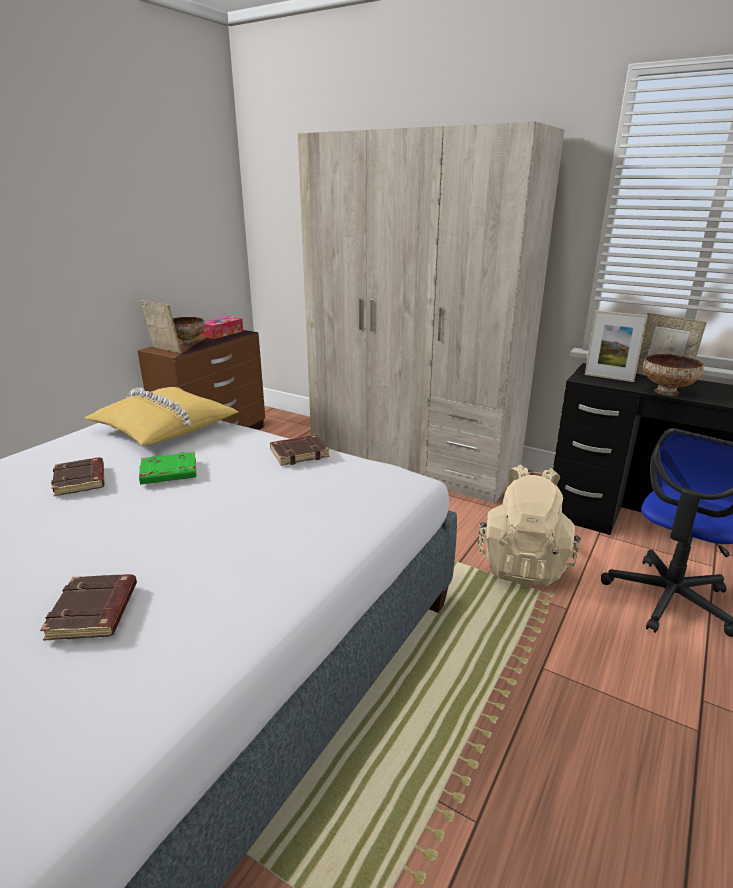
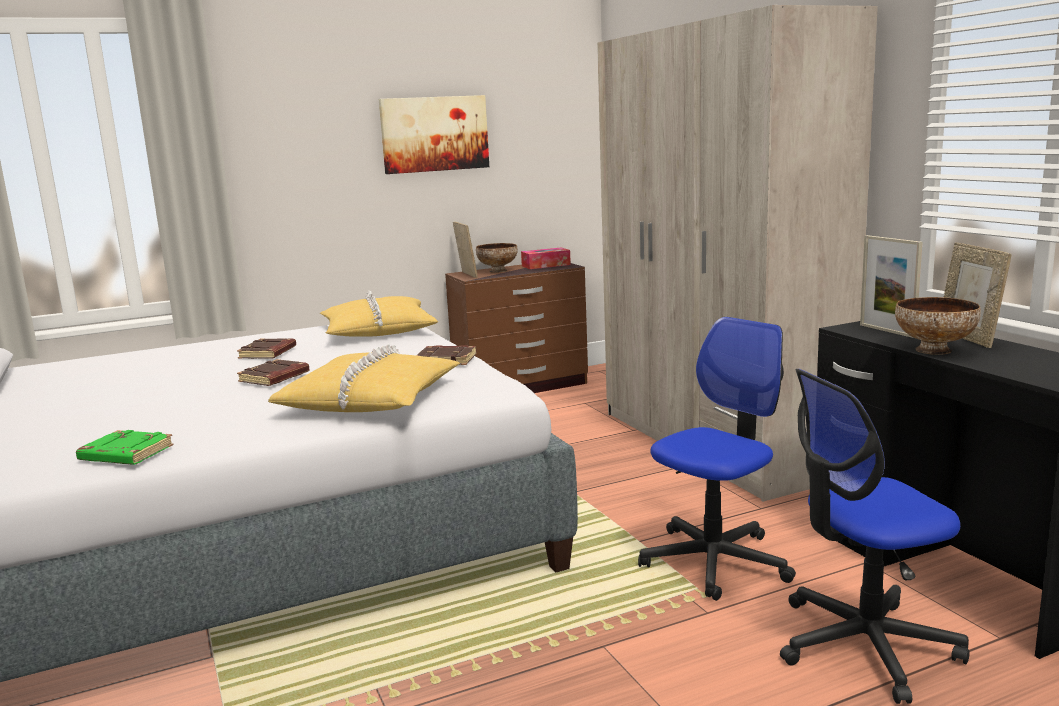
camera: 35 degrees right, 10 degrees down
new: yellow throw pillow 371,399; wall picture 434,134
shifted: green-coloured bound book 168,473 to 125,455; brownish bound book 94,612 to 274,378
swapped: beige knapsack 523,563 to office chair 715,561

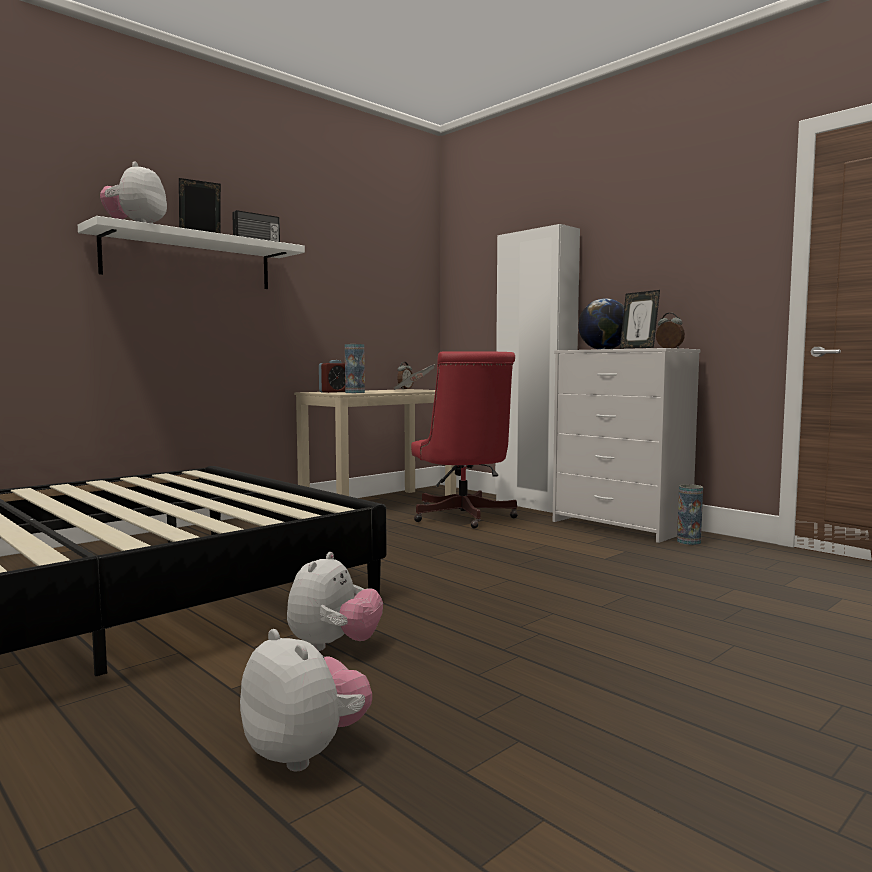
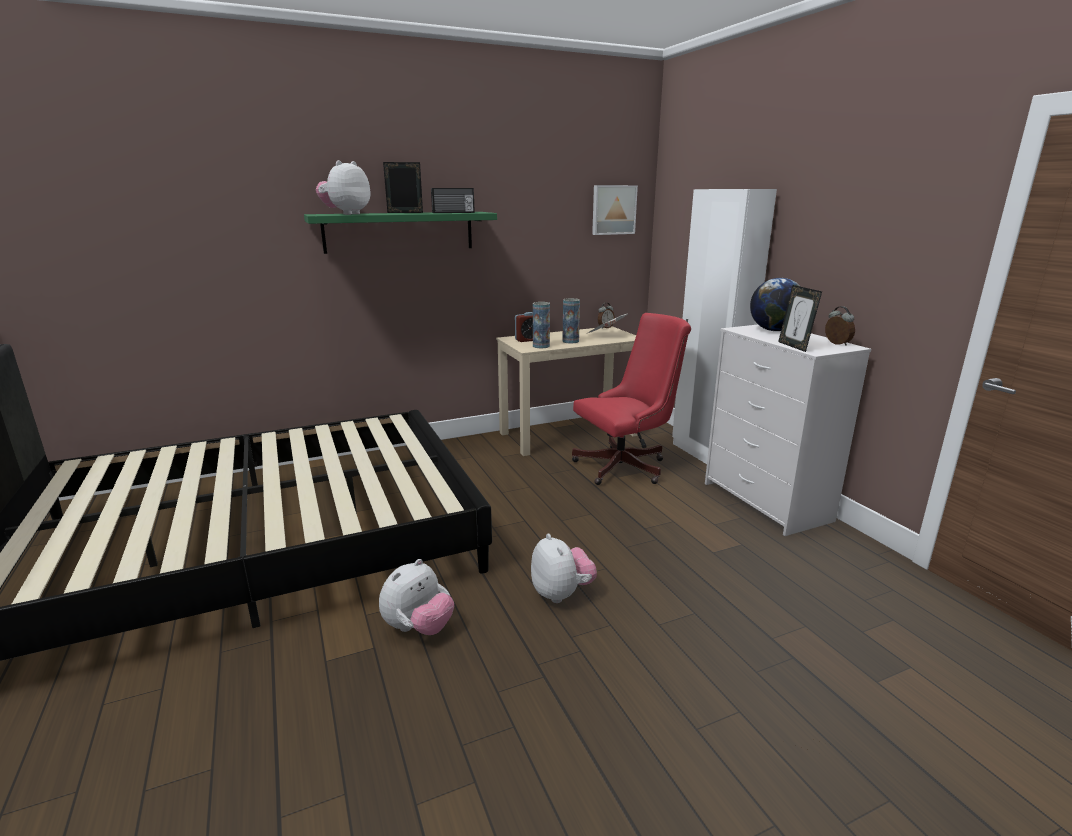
camera: 20 degrees right, 15 degrees up
new: wall picture 613,210
shifted: plush toy 305,752 to 561,593; flower vase 688,542 to 570,341
repainted: whitish bracket shelf 189,260 to green-coloured bracket shelf 399,232
rotated: red-coloured office chair 463,518 = 626,466 120 degrees counterclockwise

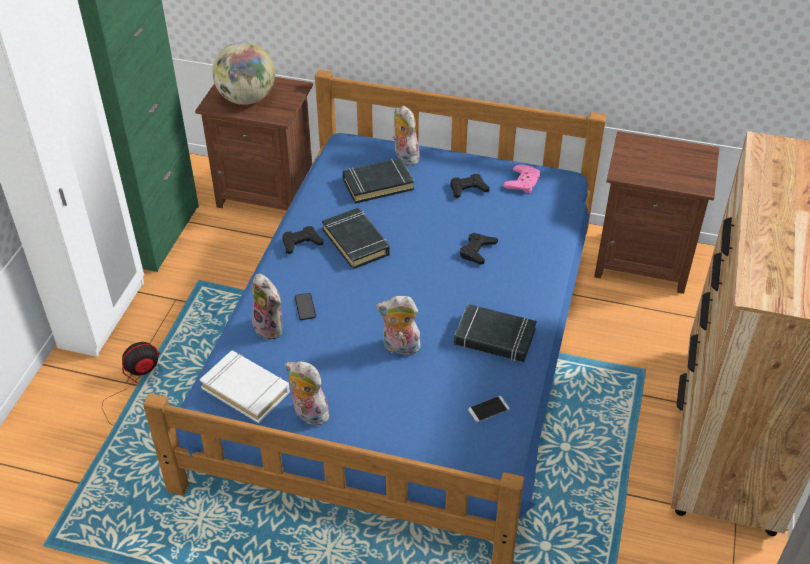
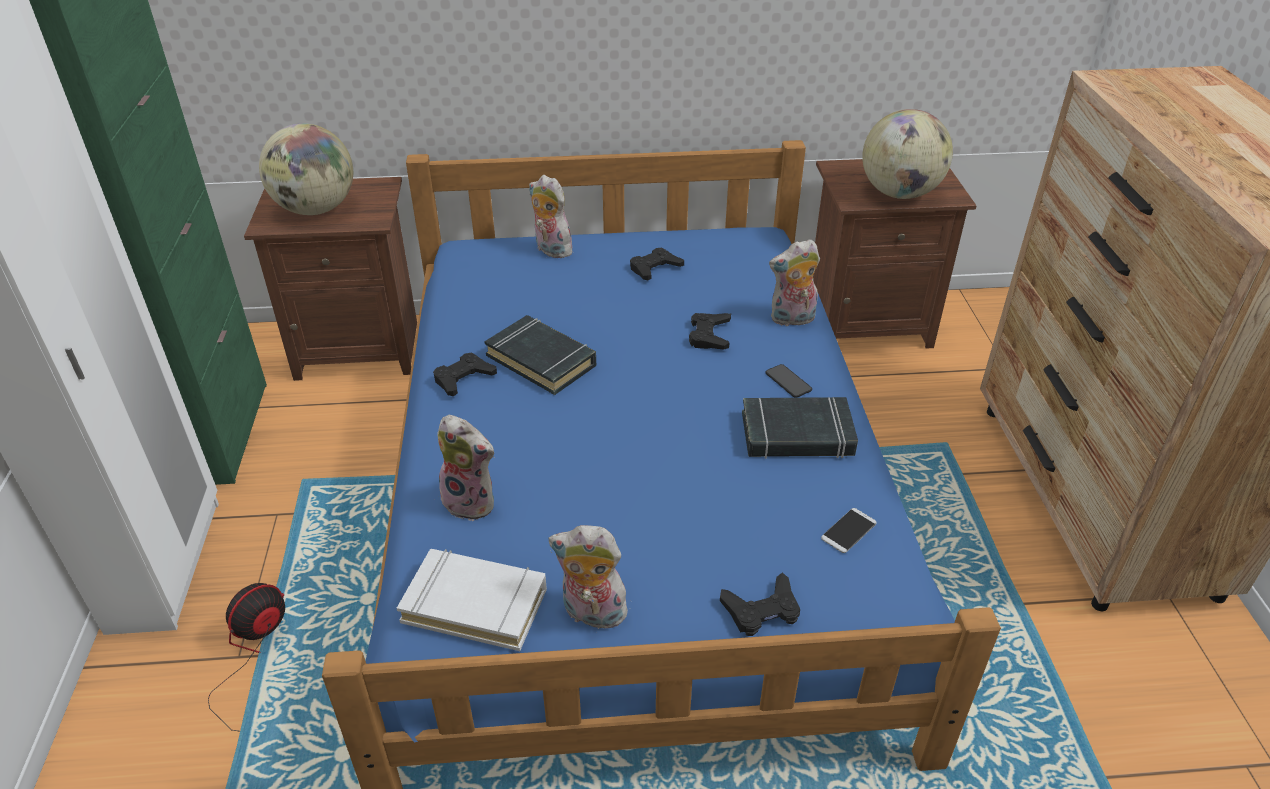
camera: 20 degrees left, 5 degrees down
gone: blackish bound book 378,184; pinkish game controller 524,182
new: blackish game controller 762,610; world globe 900,193
shifted: telephone 305,307 to 788,382; plush toy 400,348 to 792,320

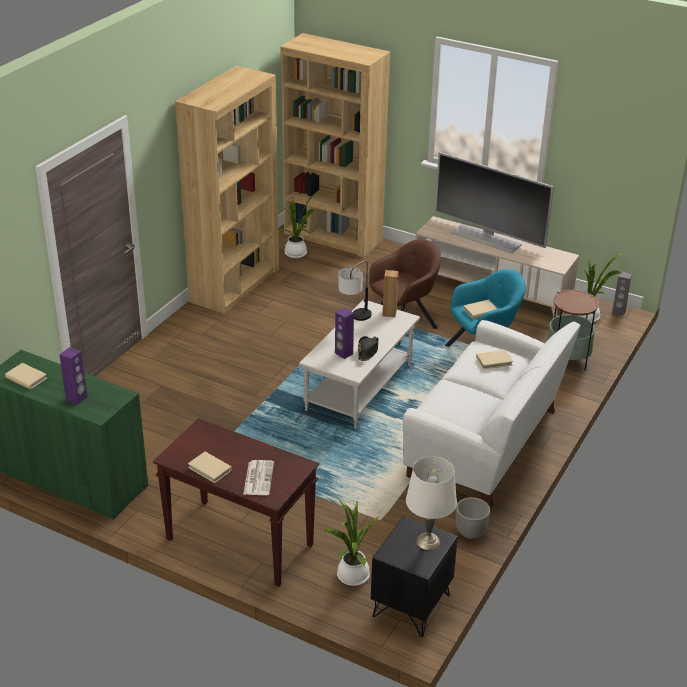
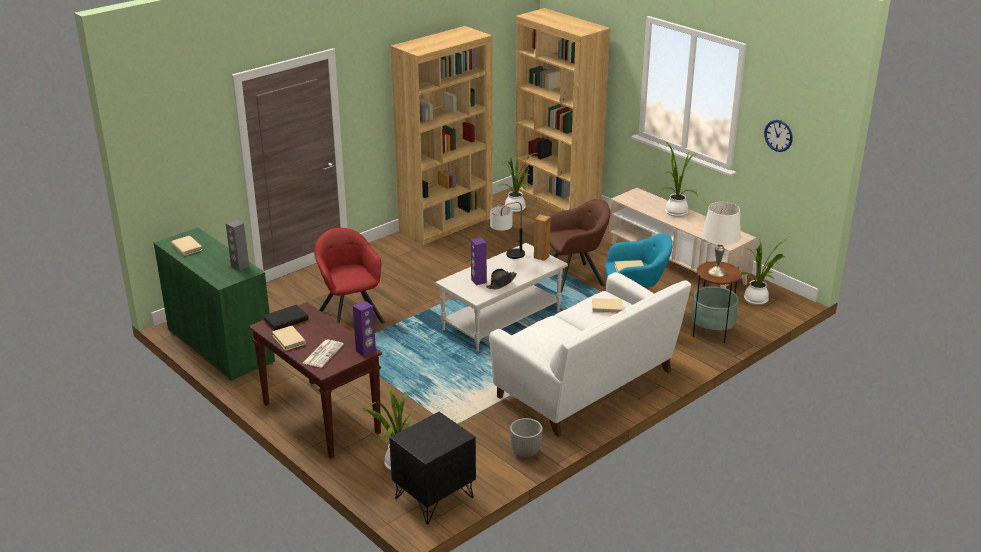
camera: 20 degrees right, 5 degrees down
new: blackish bound book 285,319; red-coloured armchair 350,315; clock on the wall 778,135
shifted: gray audio speaker 618,311 to 240,266; purple-coloured audio speaker 77,398 to 366,351; whitish tabletop lamp 428,541 to 717,272
swapped: TV 486,238 to houseplant 675,211

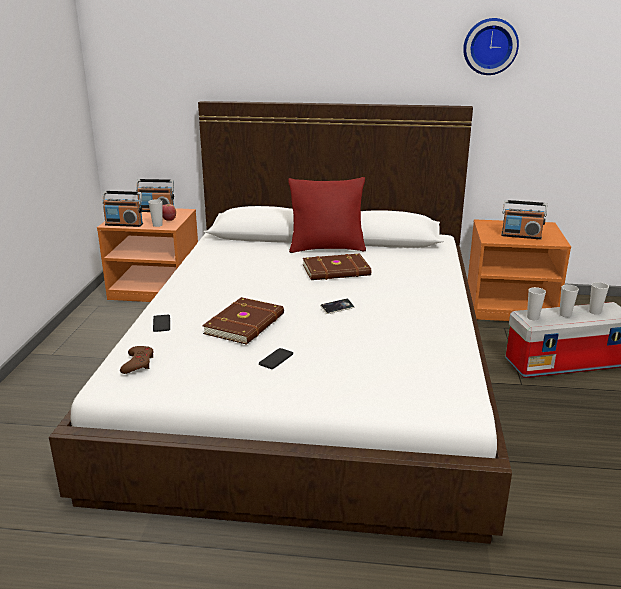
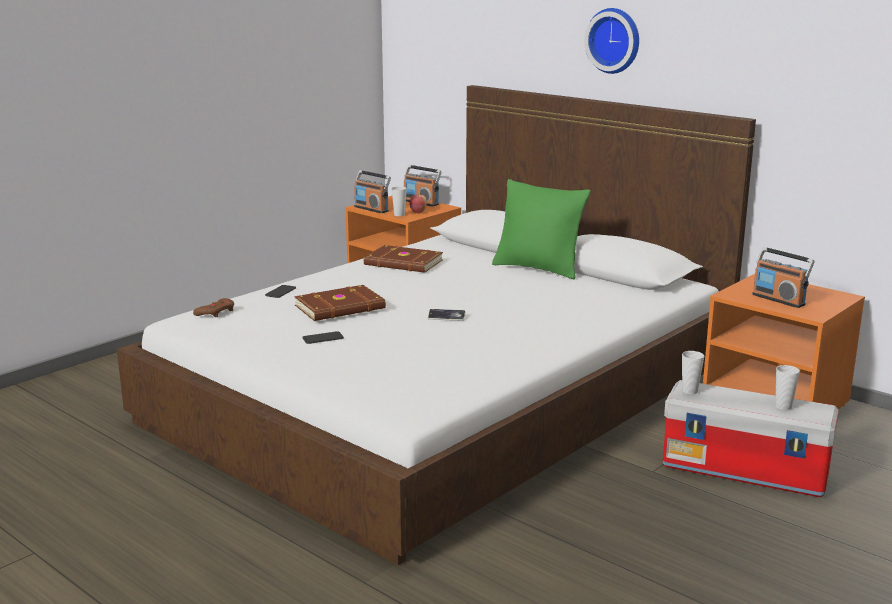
camera: 35 degrees right, 5 degrees down
gone: cup 565,315
shifted: brownish bound book 337,271 to 403,263; clock on the wall 490,46 to 614,40
repainted: red-coloured throw pillow 327,248 to green-coloured throw pillow 538,269

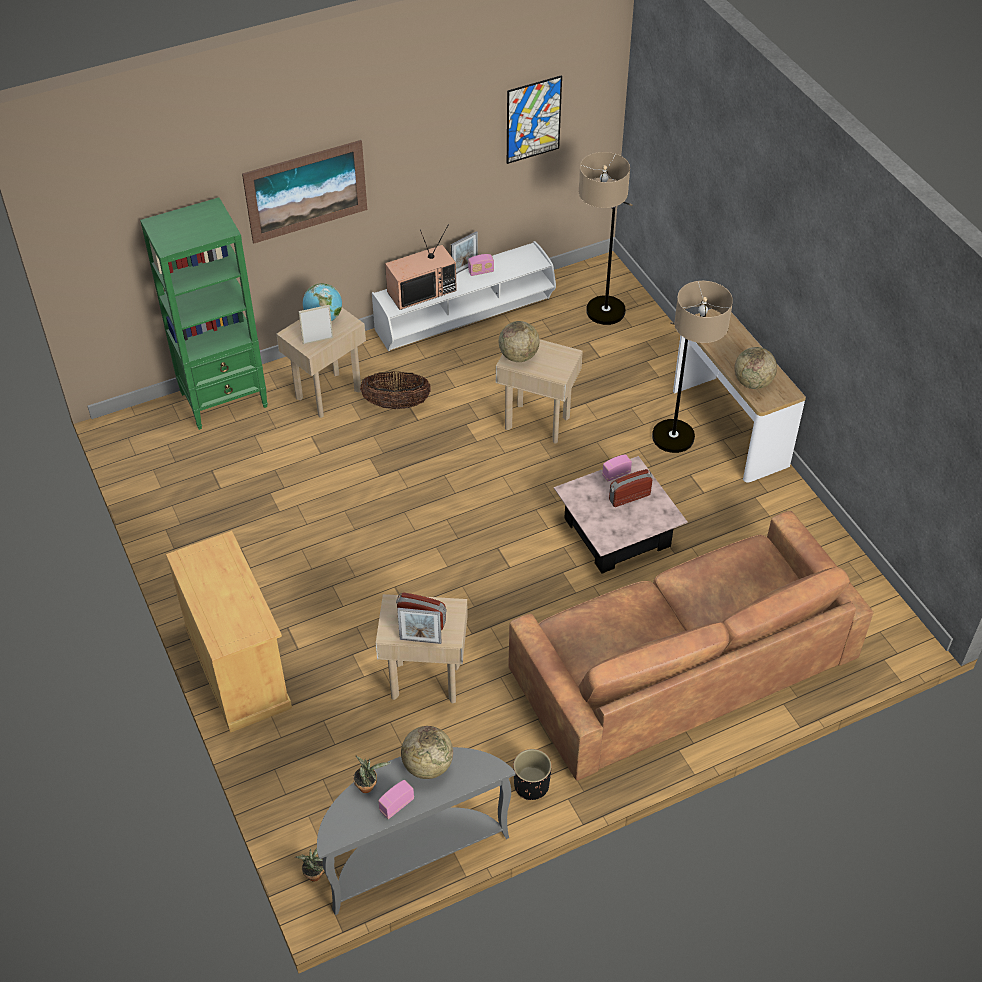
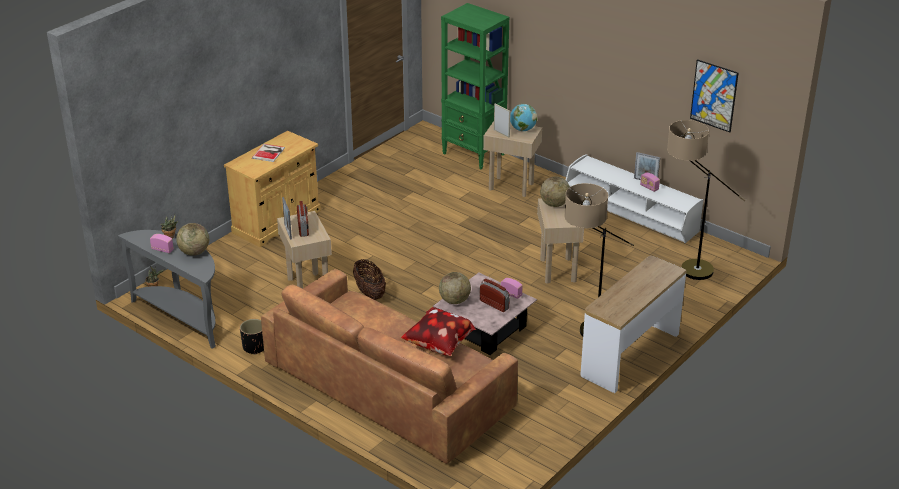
camera: 65 degrees right, 15 degrees down
gone: wall picture 306,191; TV 422,290
new: bound book 269,152; throw pillow 439,346
shifted: storage basket 396,404 to 369,292; world globe 753,382 to 454,301

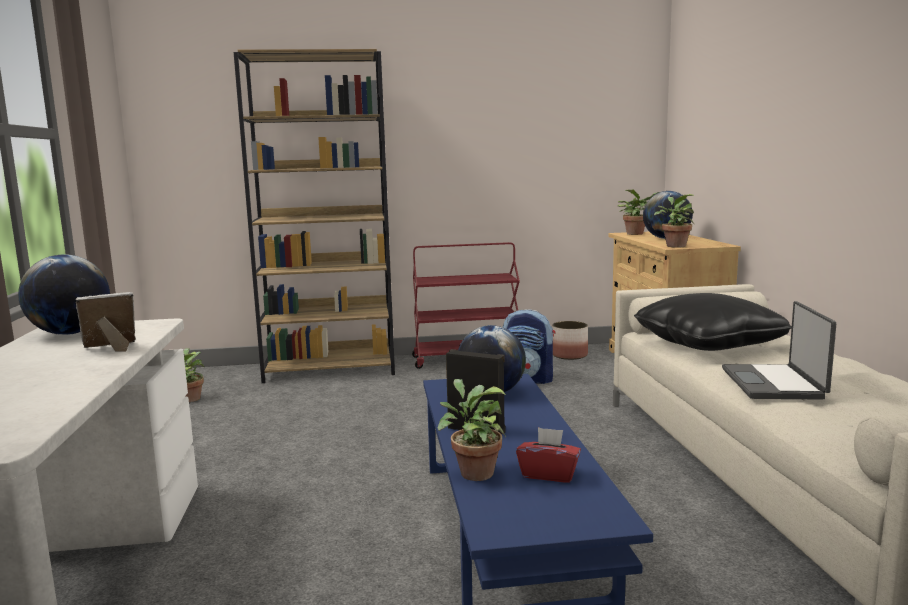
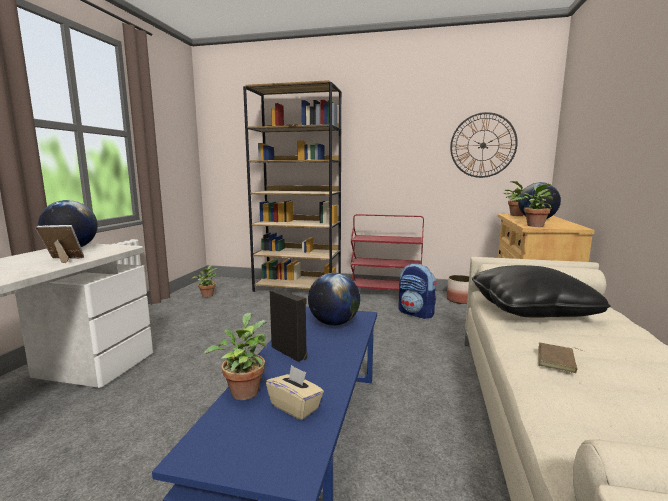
camera: 20 degrees right, 0 degrees up
new: clock on the wall 483,145
swapped: portable computer 774,384 to brownish bound book 558,360
repainted: red-coloured box of tissues 549,474 to beige box of tissues 295,407

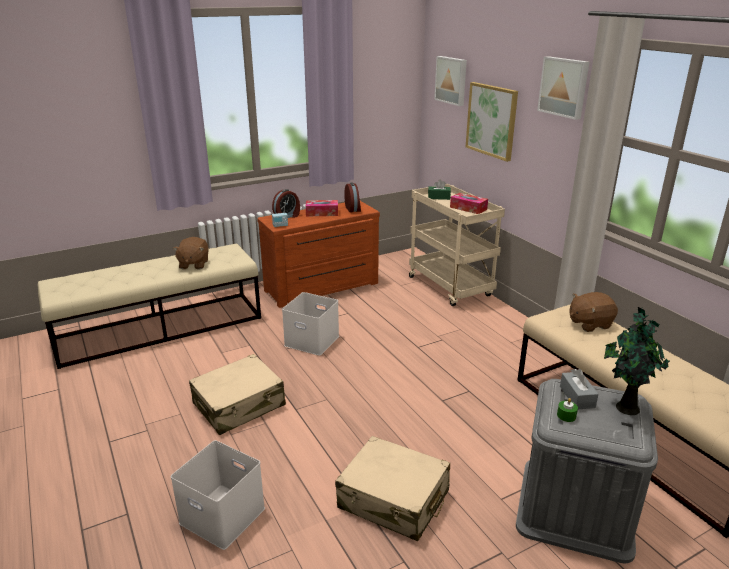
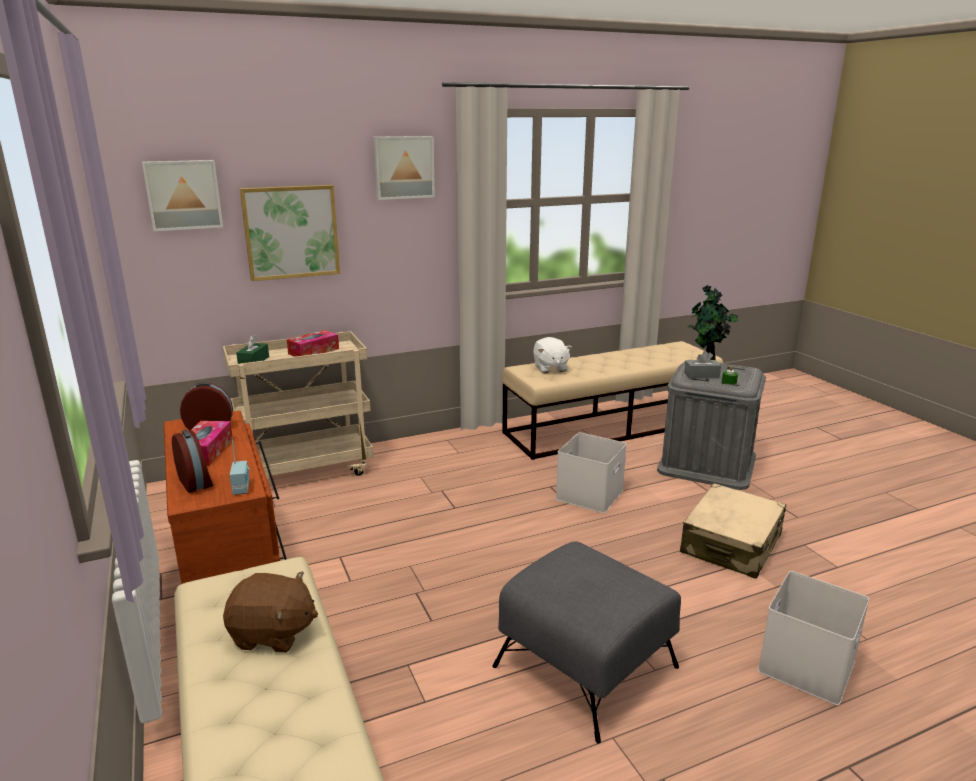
camera: 85 degrees left, 5 degrees down
shifted: whitish storage bin 313,340 to 589,494
swapped: beige piece of luggage 239,405 to gray ottoman 585,665
repainted: brownish plush toy 589,323 to whitish plush toy 550,368

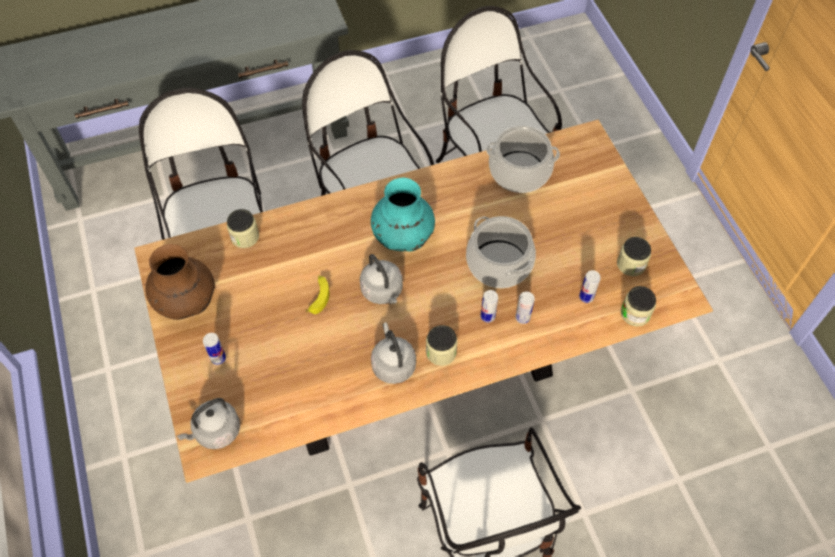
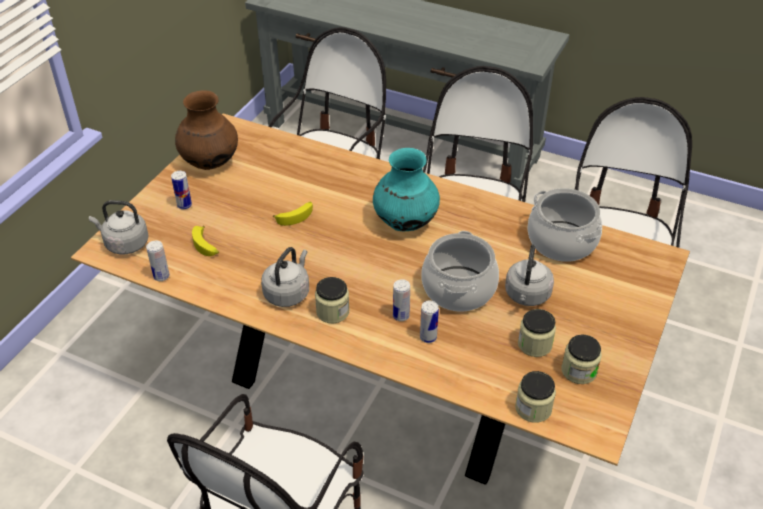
camera: 45 degrees right, 15 degrees down
new: whole banana 206,245
shifted: can 586,297 to 161,276; gray water kettle 383,291 to 527,296; preserve jar 245,237 to 534,344

